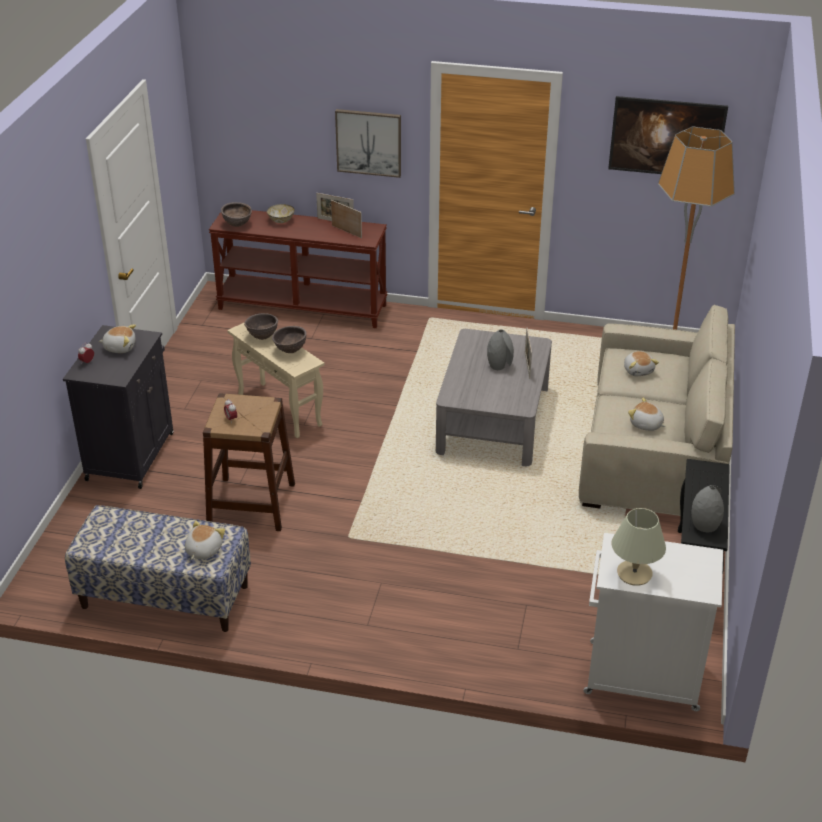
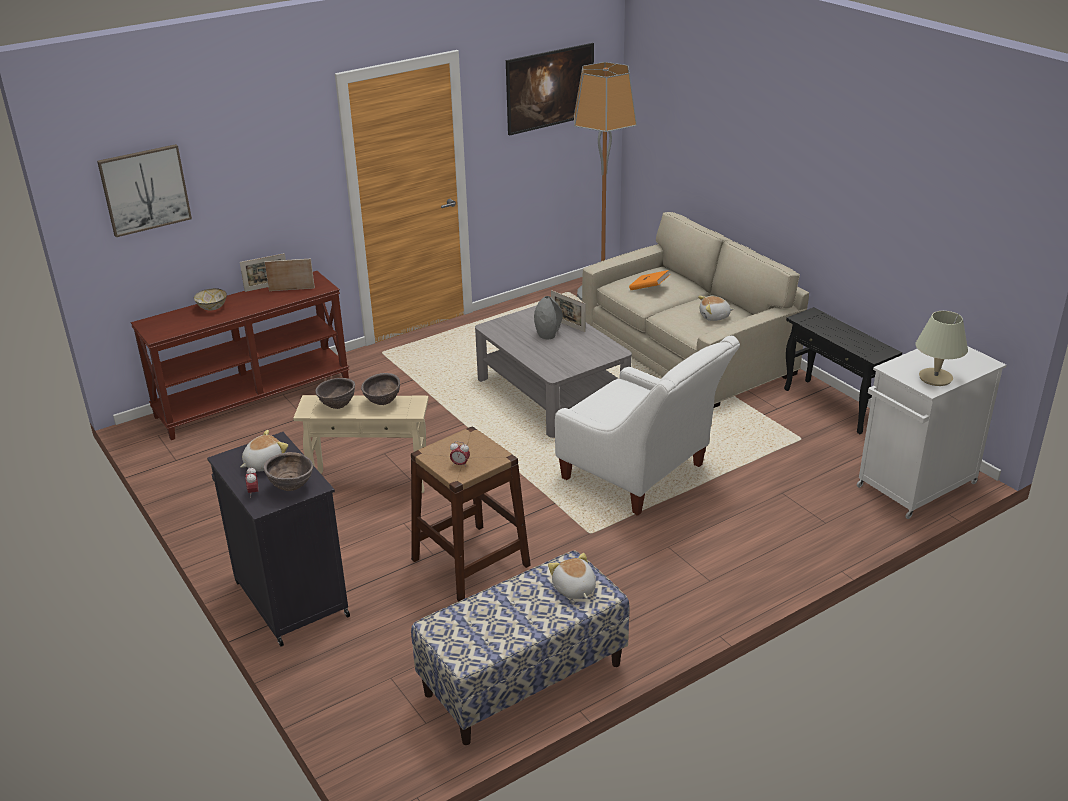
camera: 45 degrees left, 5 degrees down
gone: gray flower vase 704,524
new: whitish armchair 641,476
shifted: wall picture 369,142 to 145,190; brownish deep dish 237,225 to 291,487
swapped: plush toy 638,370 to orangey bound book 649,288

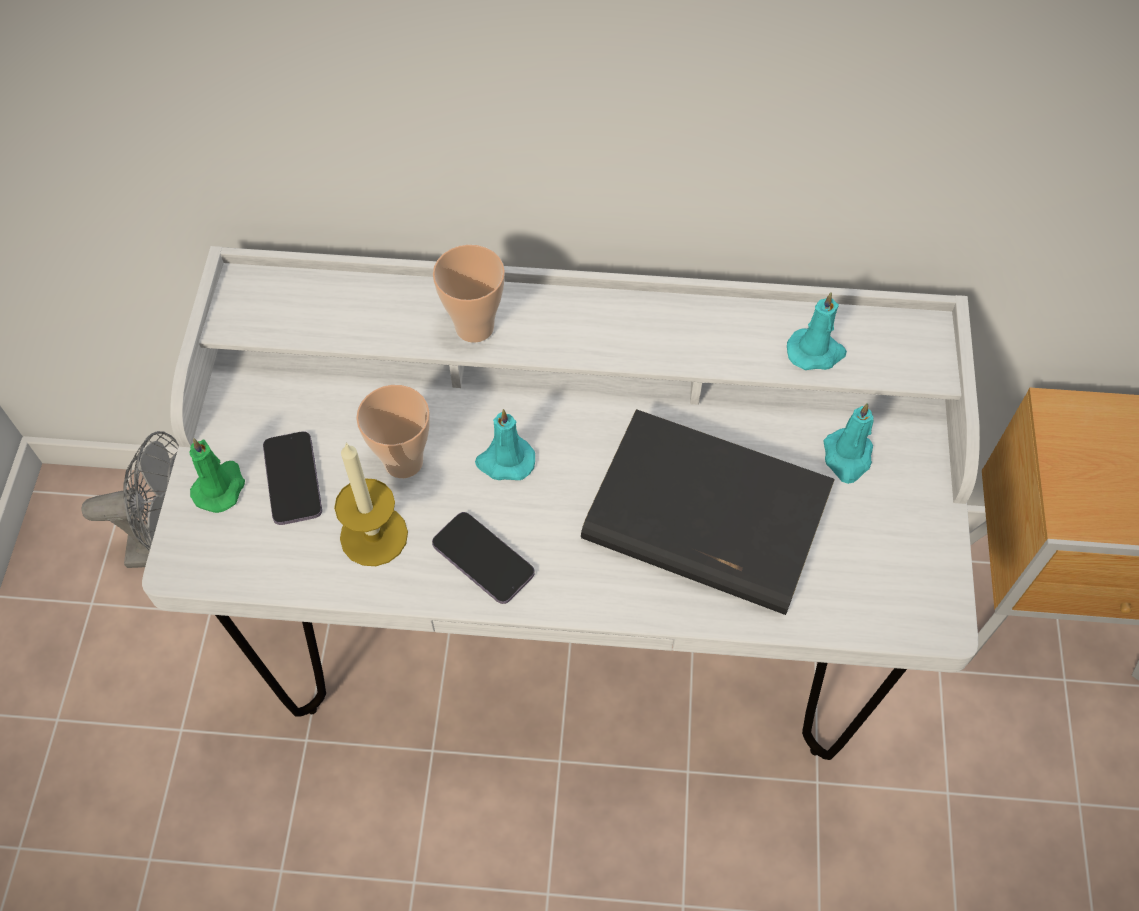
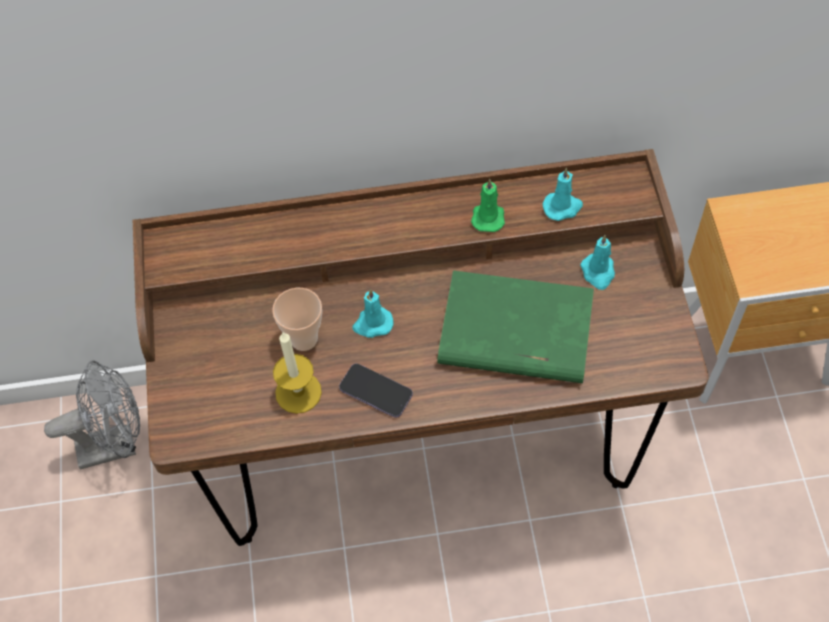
camera: 10 degrees left, 0 degrees up
gone: telephone 293,480; cup 474,327
shifted: green-coloured wax candle 220,486 to 488,216
repainted: whitish desk 569,636 to brownish desk 422,445; blackish bound book 703,518 to green-coloured bound book 514,332

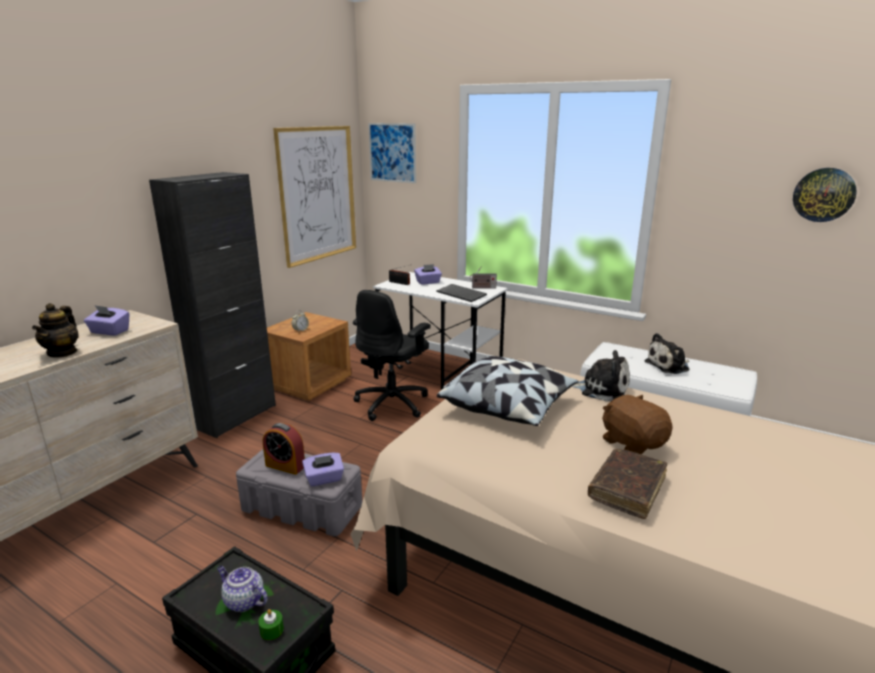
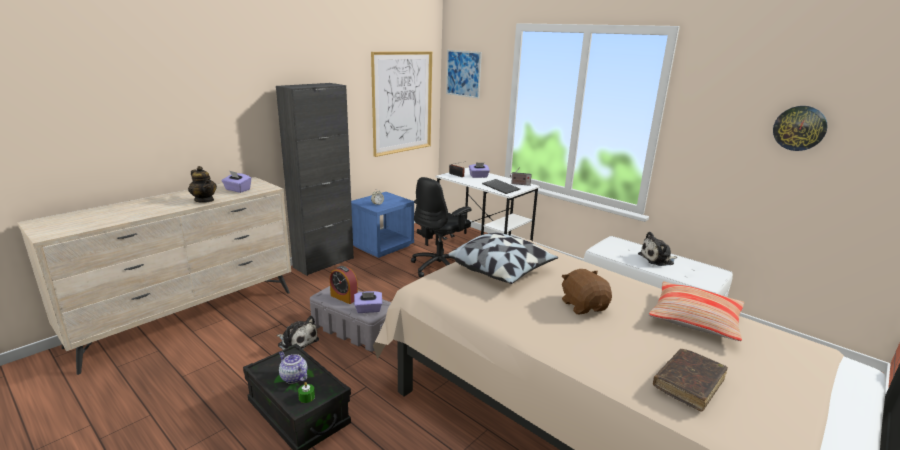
camera: 10 degrees right, 0 degrees up
new: throw pillow 694,319
shifted: plush toy 601,389 to 297,342; brownish bound book 627,489 to 688,384
repainted: brownish bedside table 310,384 to blue bedside table 382,246
rotated: pot for tea 62,352 = 204,200 60 degrees counterclockwise

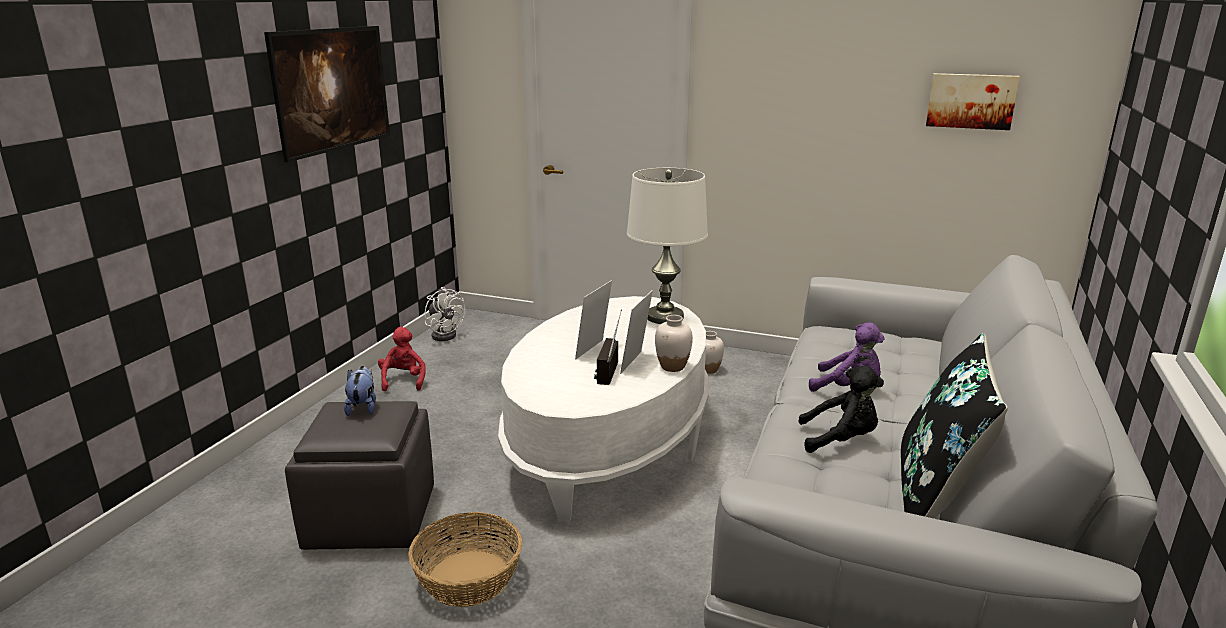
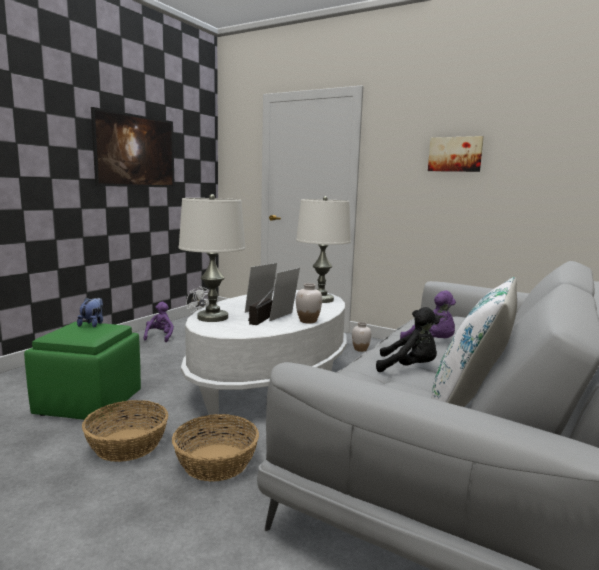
camera: 10 degrees right, 10 degrees down
new: storage basket 217,462; whitish tabletop lamp 213,317
shifted: wall picture 971,101 to 455,154
repainted: gray ottoman 370,517 to green-coloured ottoman 89,402; red-coloured plush toy 403,380 to purple-coloured plush toy 160,337; blackish throw pillow 936,497 to whitish throw pillow 468,406

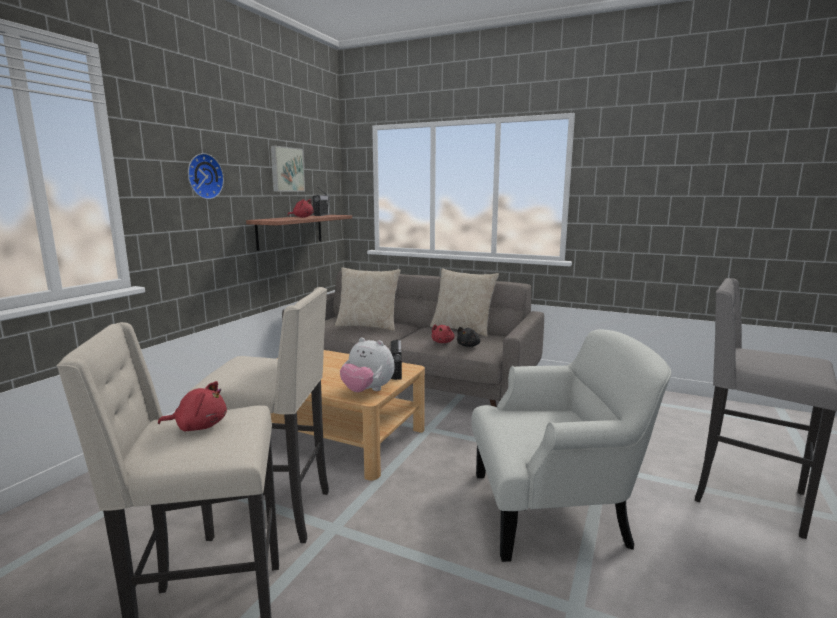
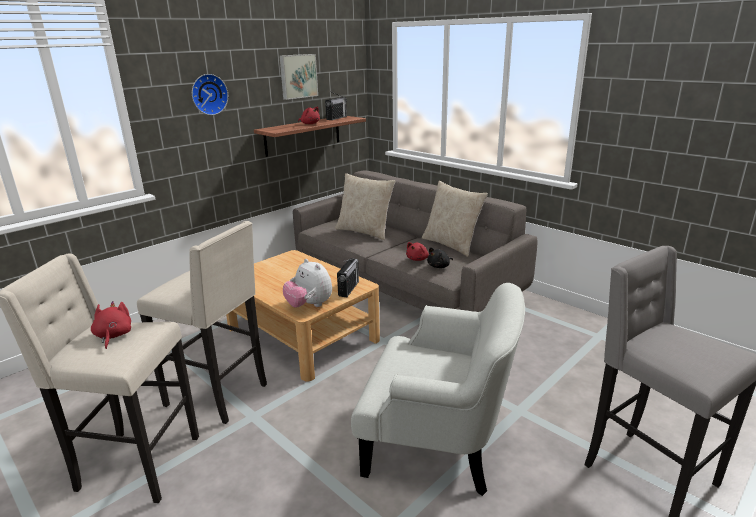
camera: 20 degrees right, 10 degrees up
rotated: red-coloured plush toy 199,426 = 113,336 120 degrees counterclockwise

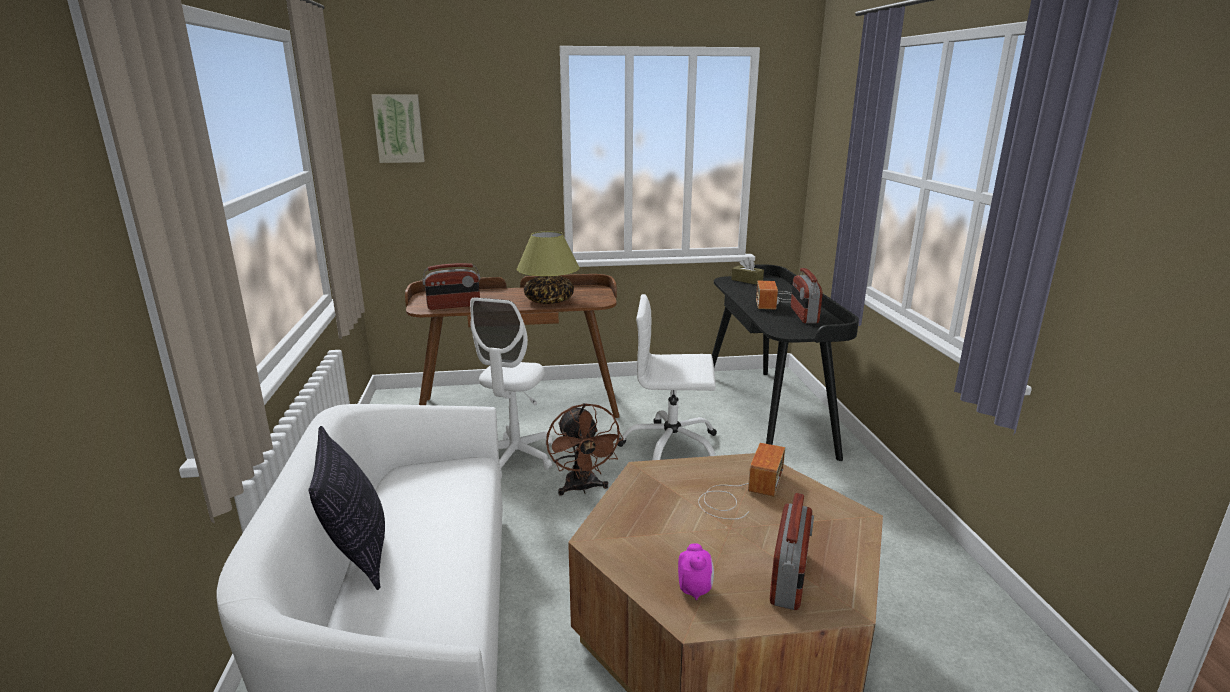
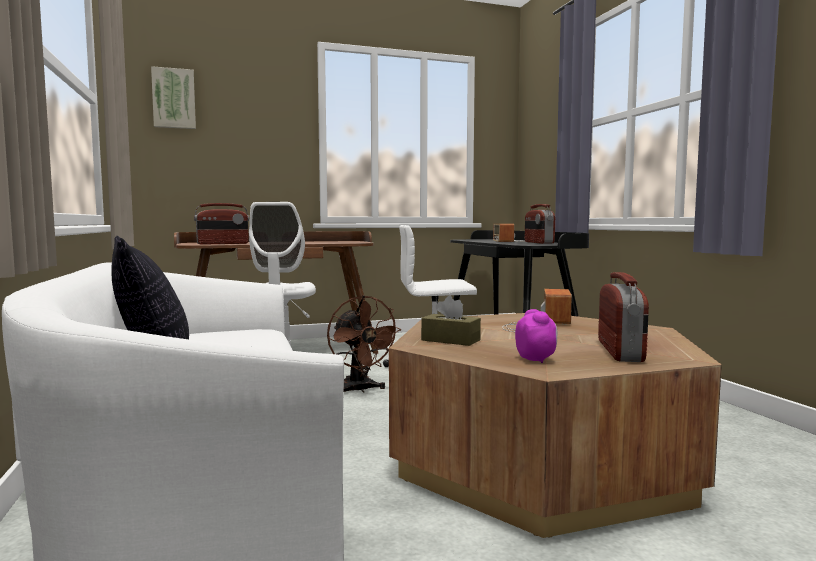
camera: 10 degrees left, 15 degrees down
gone: tabletop lamp 549,300
shifted: brownish box of tissues 747,280 to 450,340

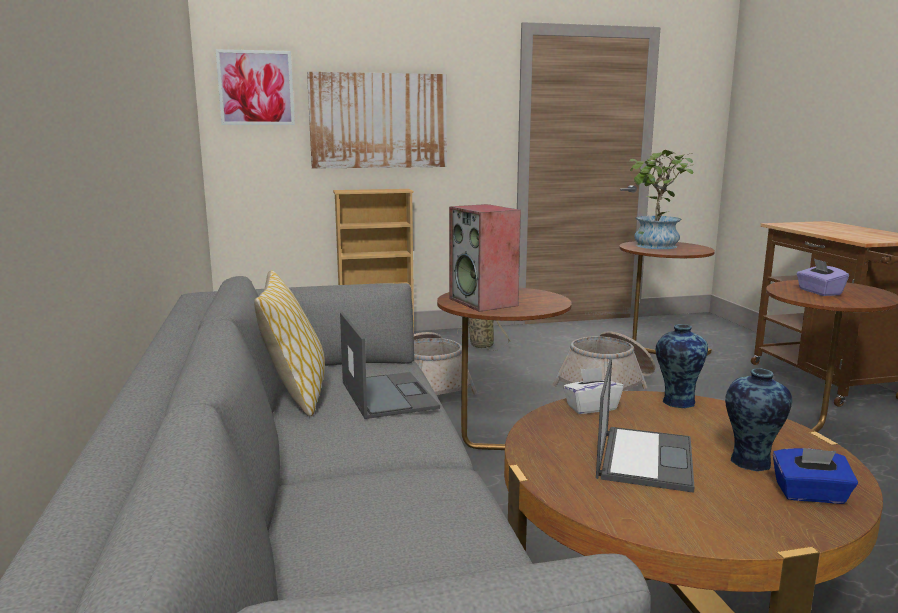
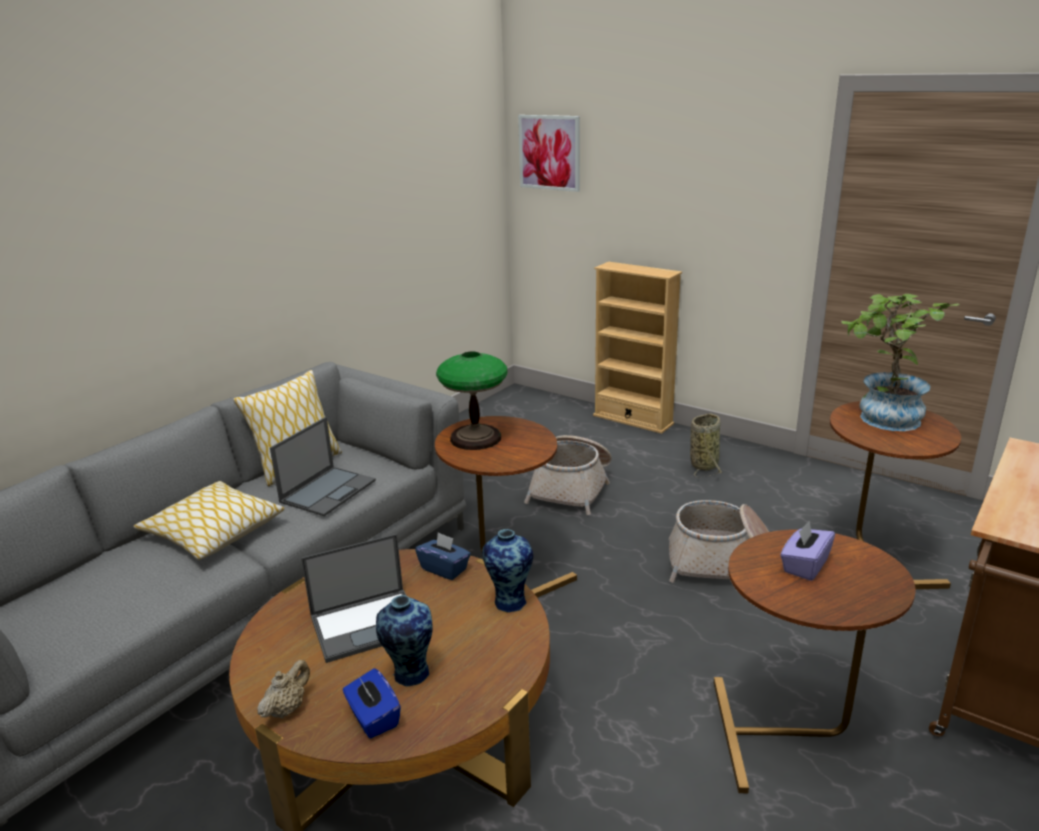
camera: 50 degrees right, 10 degrees up
gone: wall picture 379,121
new: throw pillow 213,532; beige pot for tea 287,708
swapped: audio speaker 484,302 to tabletop lamp 476,438
repainted: whitish box of tissues 591,407 to blue box of tissues 444,569

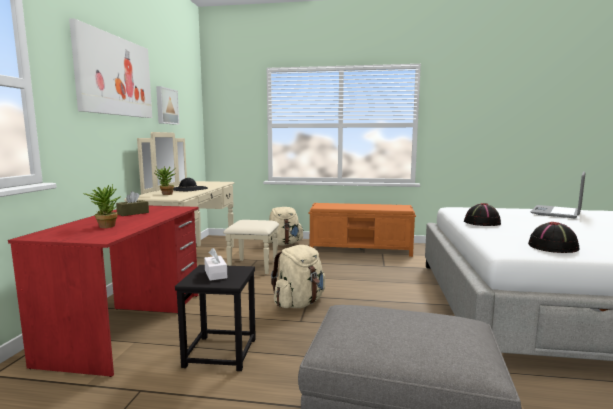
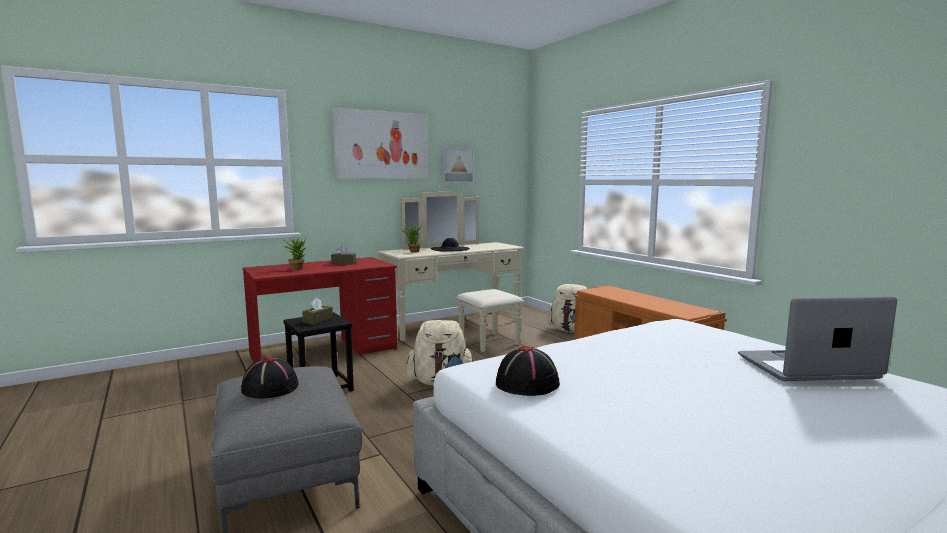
camera: 50 degrees right, 0 degrees up
shifted: blackish wearable hat 481,223 to 269,388
repainted: whitish box of tissues 215,274 to brownish box of tissues 318,320

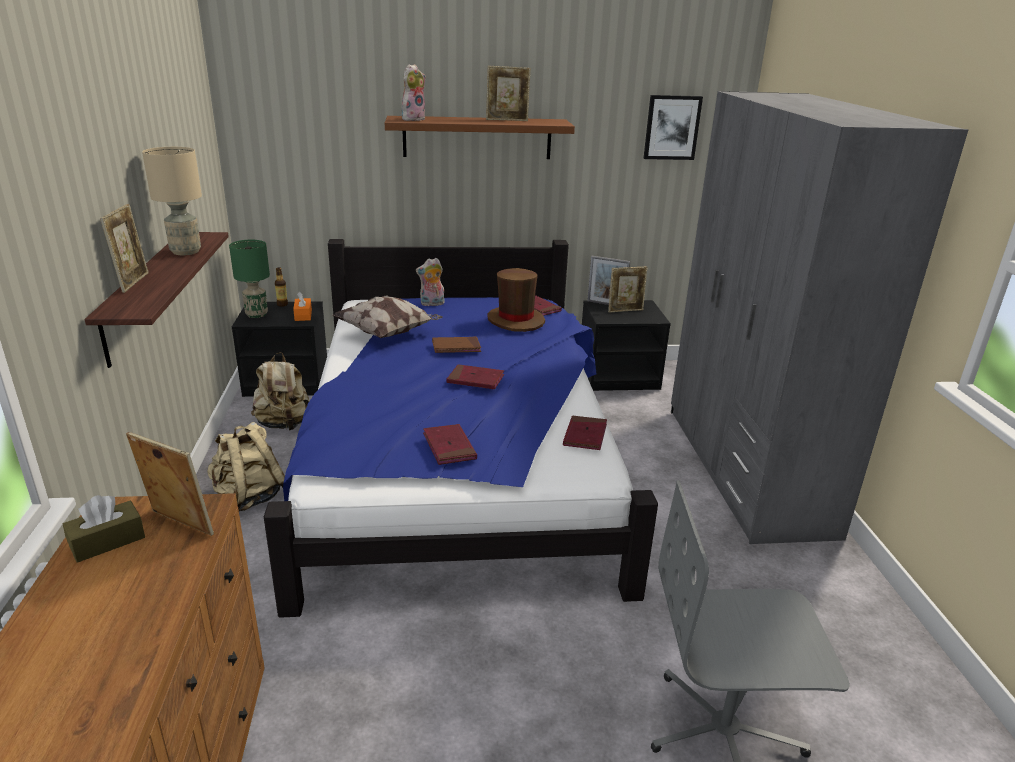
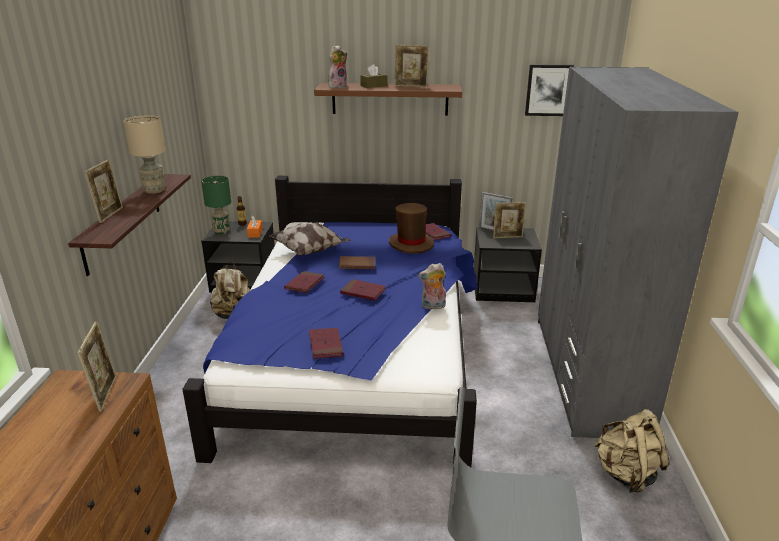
camera: 10 degrees right, 0 degrees up
shifted: red-coloured bound book 585,435 to 304,284; brownish box of tissues 107,541 to 374,86; plush toy 432,304 to 433,306; beige knapsack 250,496 to 626,474
rotated: photo frame 179,524 = 105,393 45 degrees clockwise

